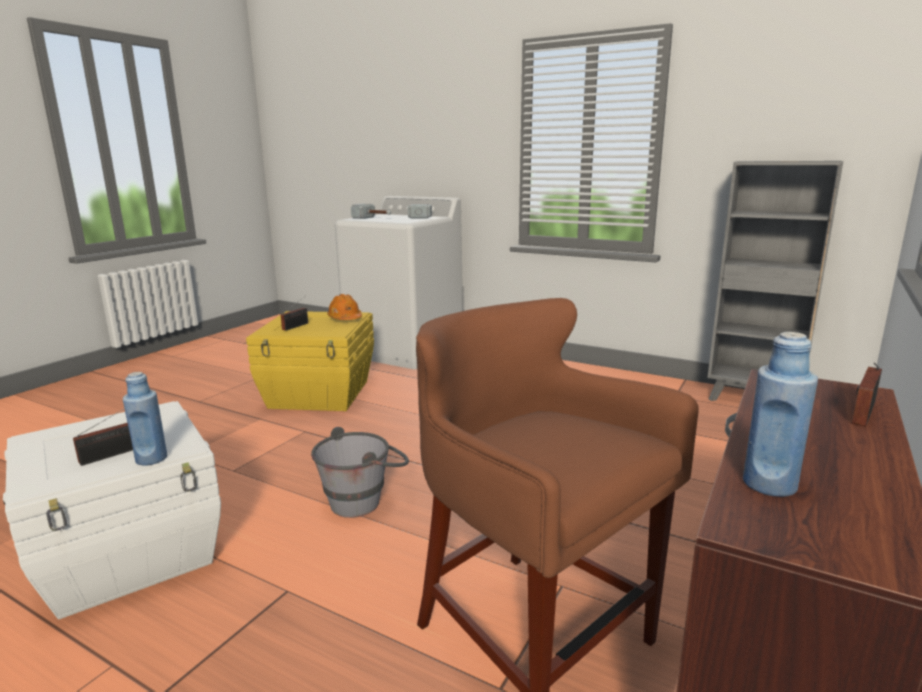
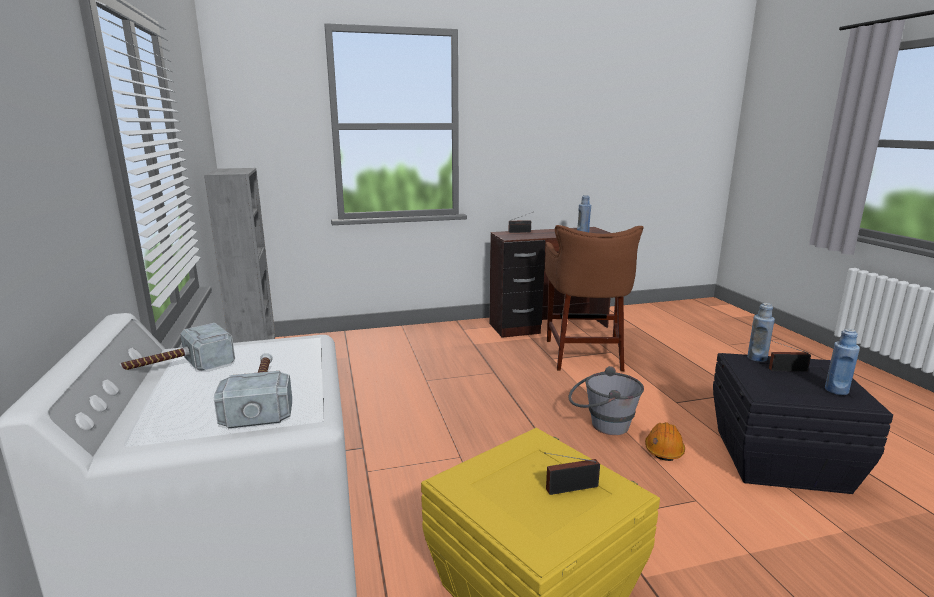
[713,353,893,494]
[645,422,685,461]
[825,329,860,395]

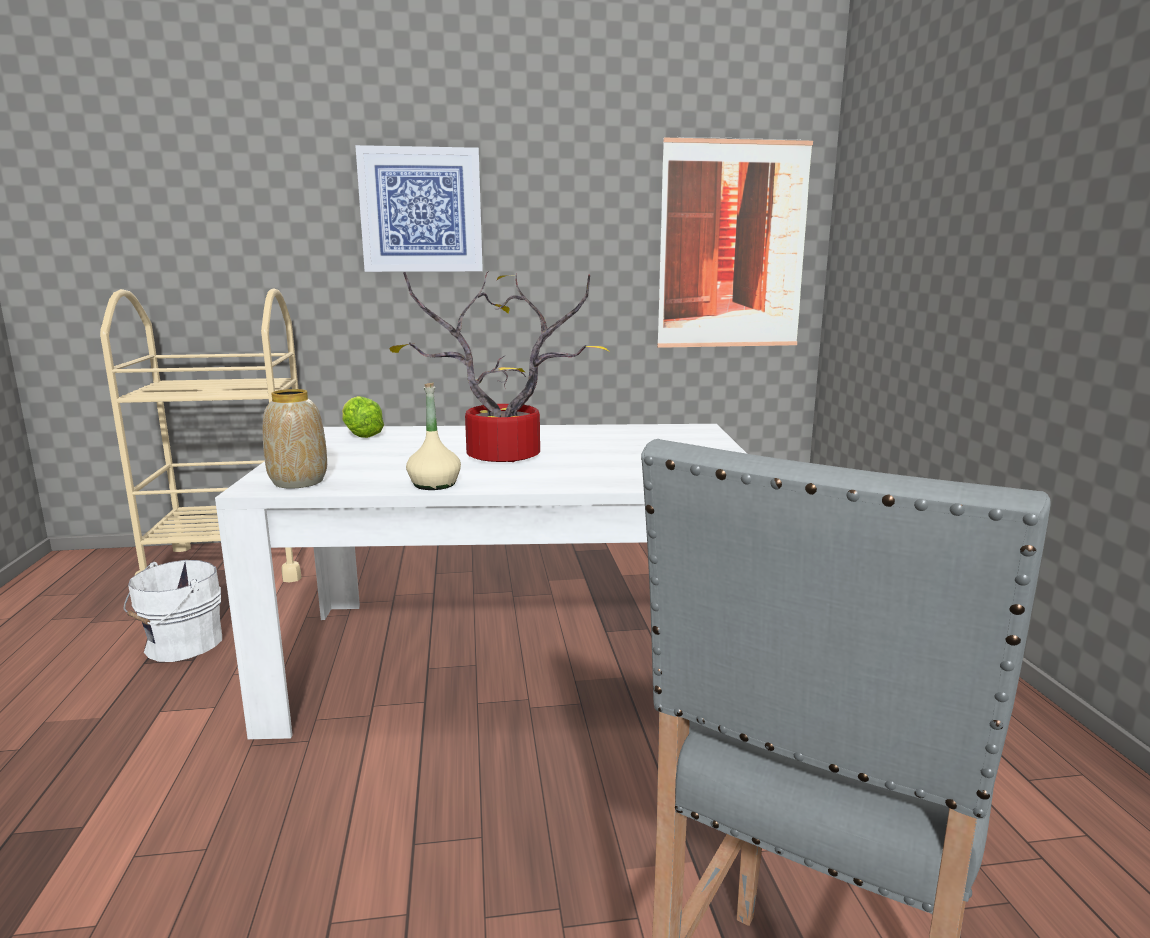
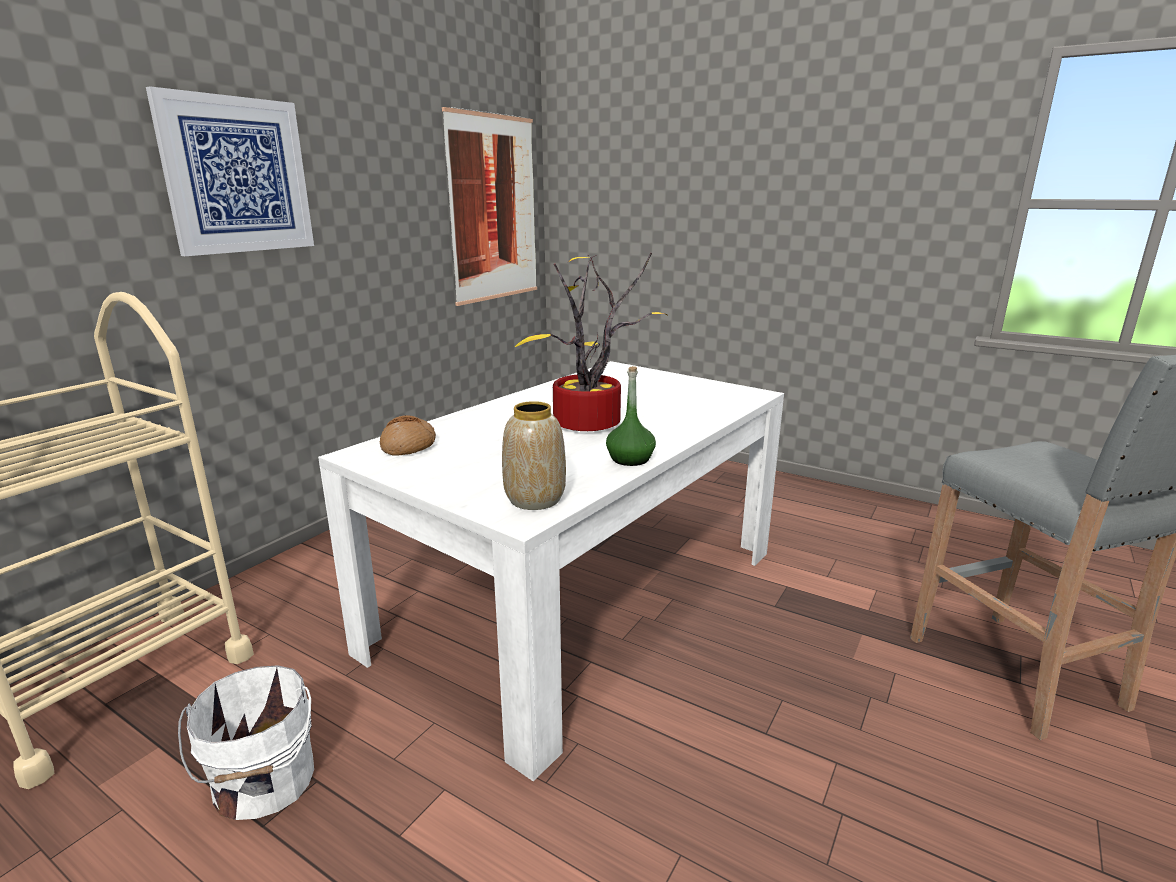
[380,415,436,456]
[606,366,656,466]

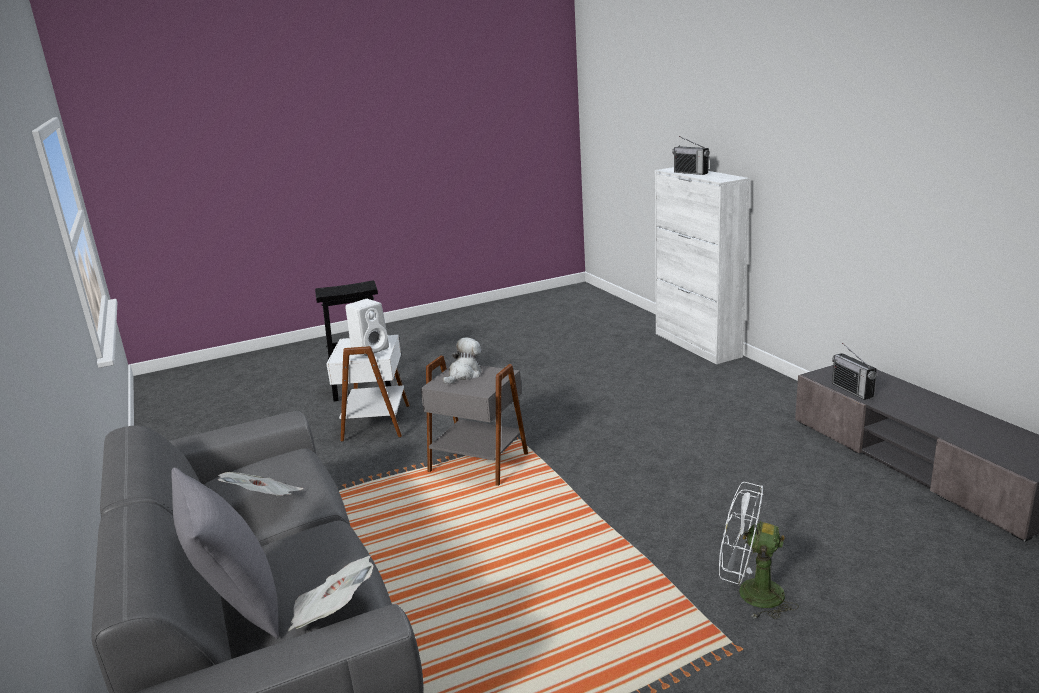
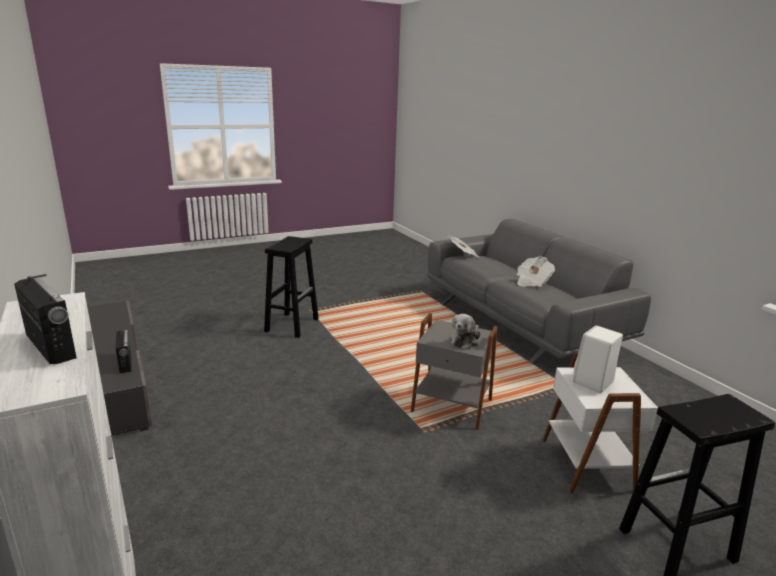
[171,468,279,639] (first image)
[264,236,319,338]

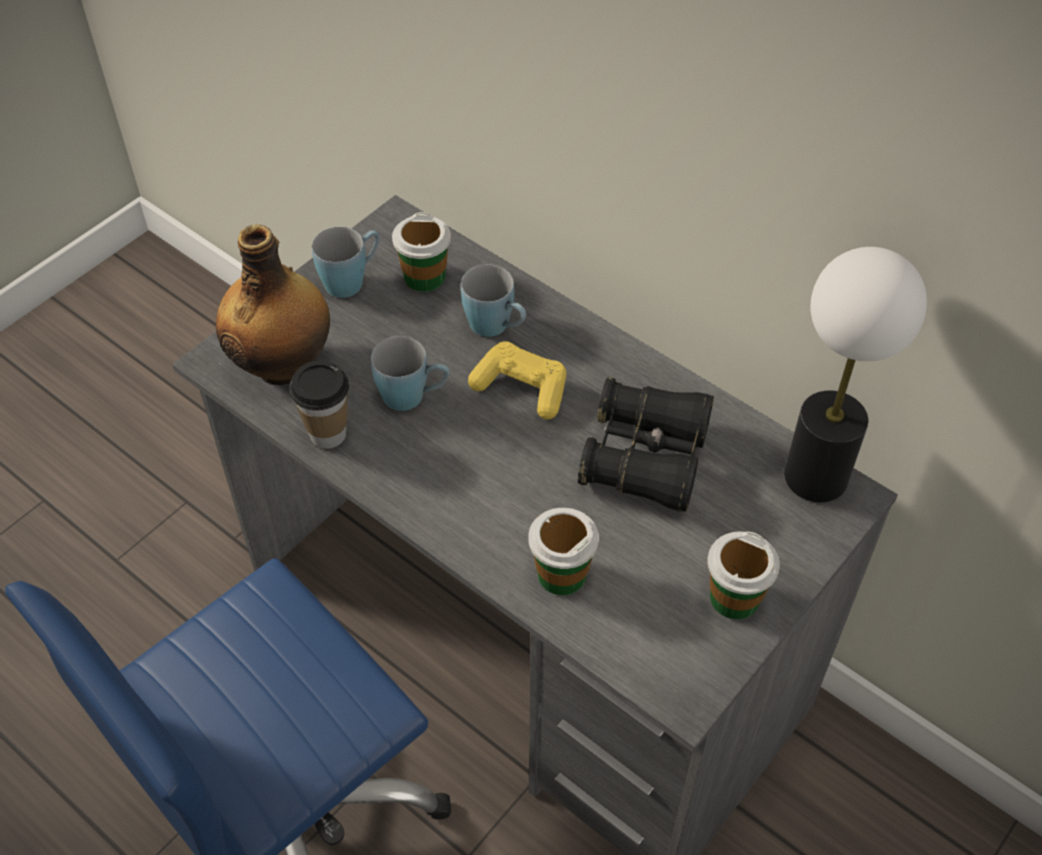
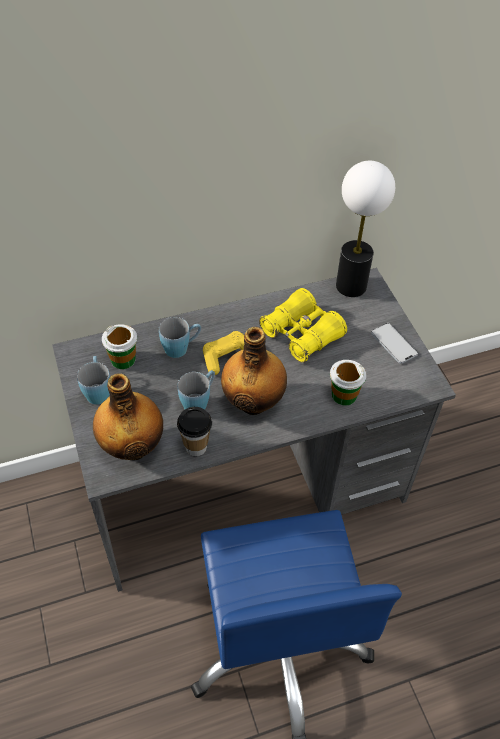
[259,288,347,363]
[371,323,418,364]
[221,327,287,415]

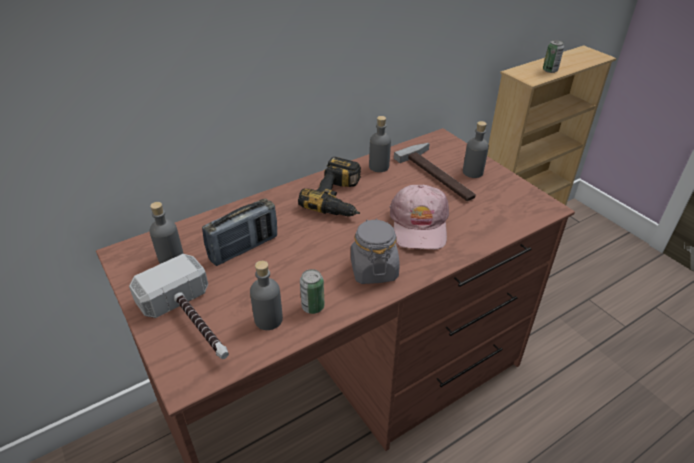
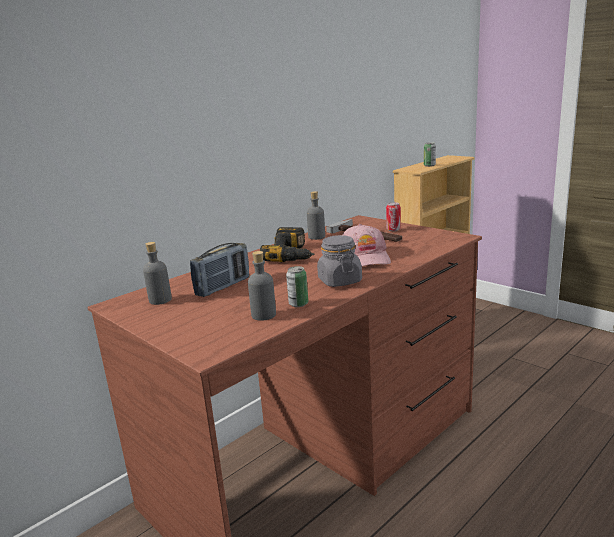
[129,254,229,359] (first image)
[386,202,401,231]

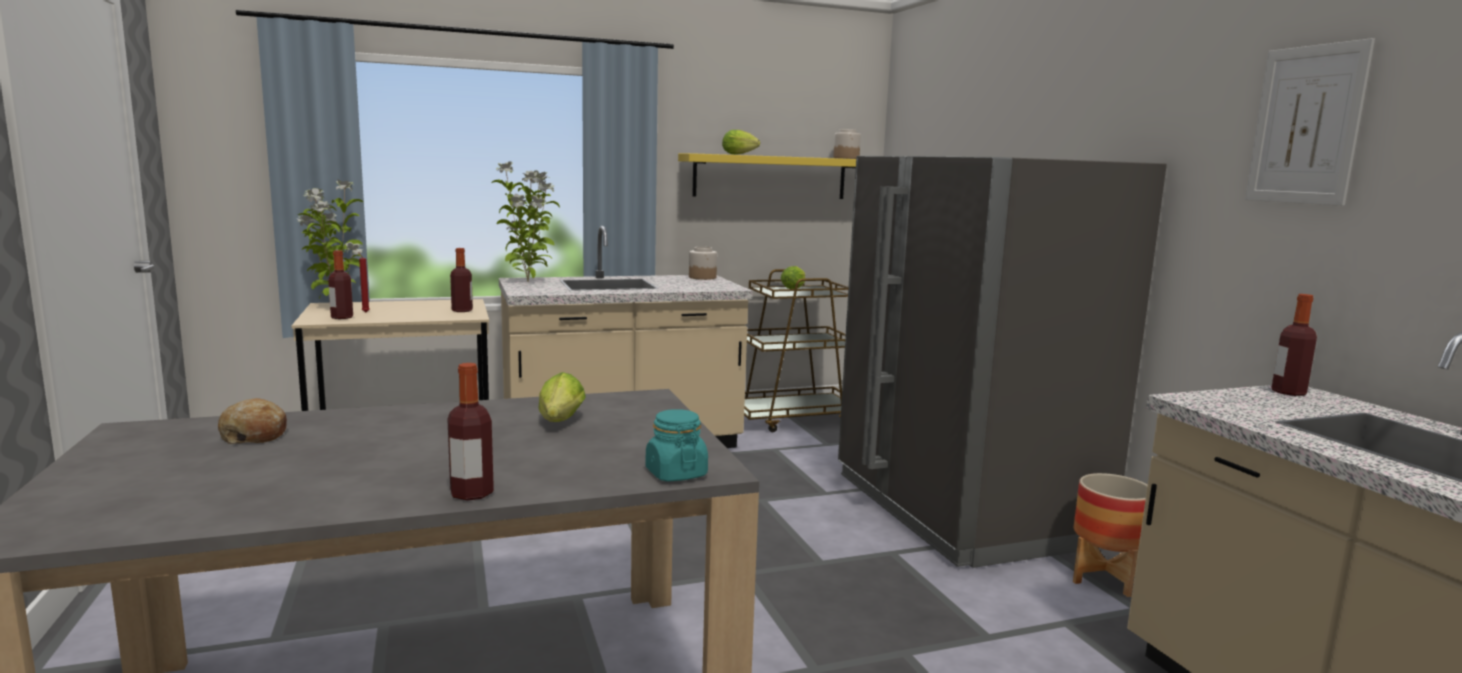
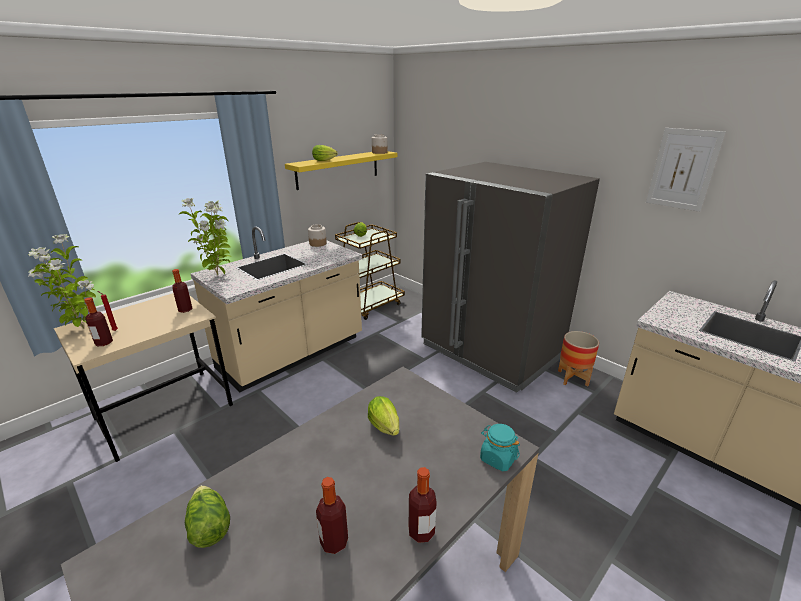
[185,485,230,548]
[316,477,348,554]

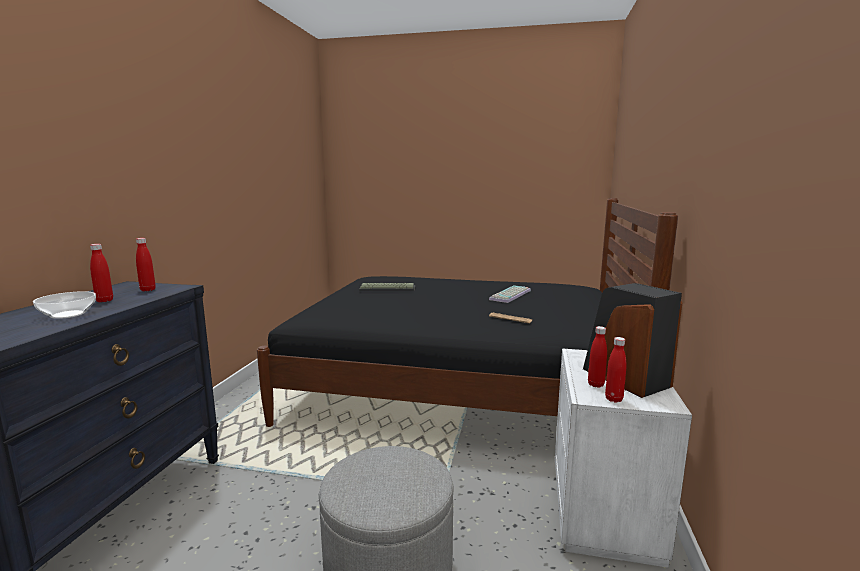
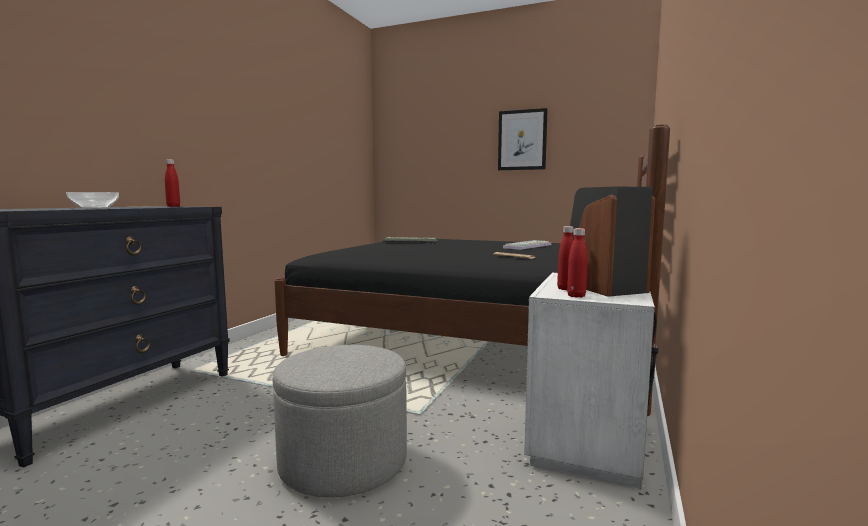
[90,244,113,302] (first image)
[498,108,548,170]

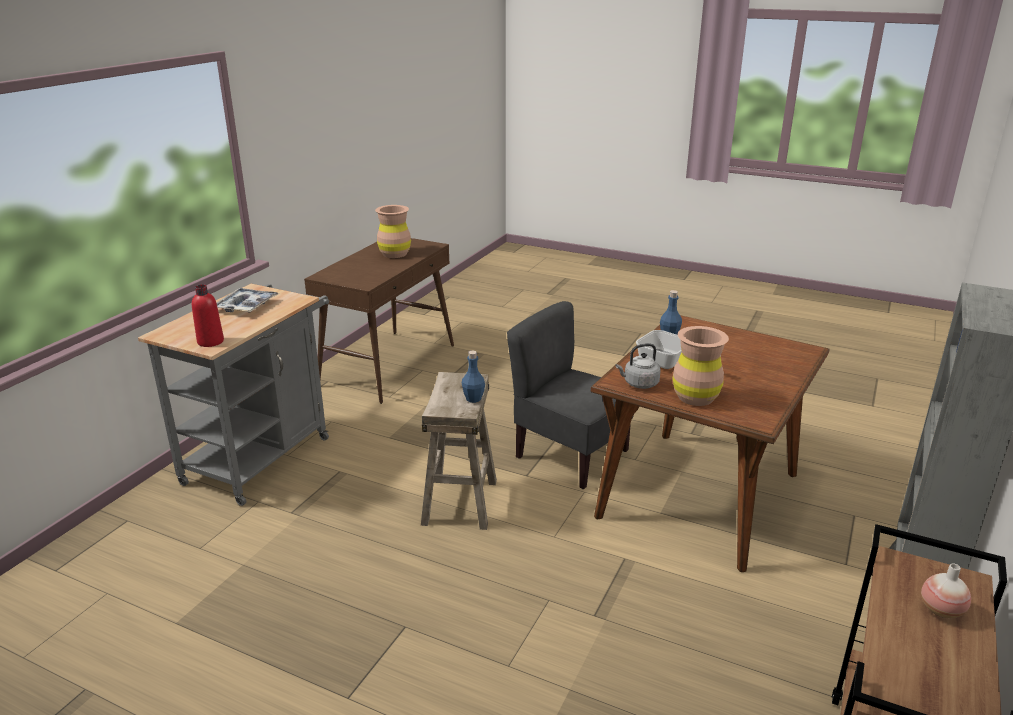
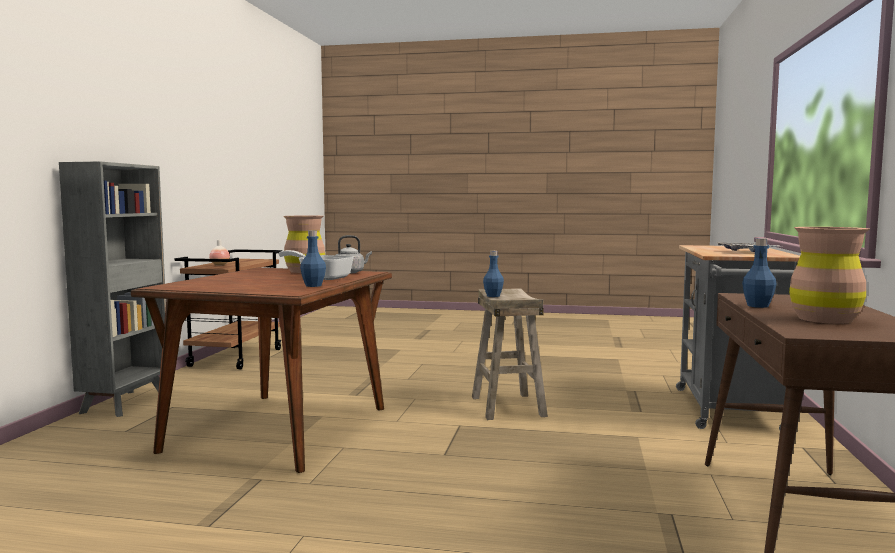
[192,284,224,347] (first image)
[507,301,634,489] (first image)
[742,238,777,308]

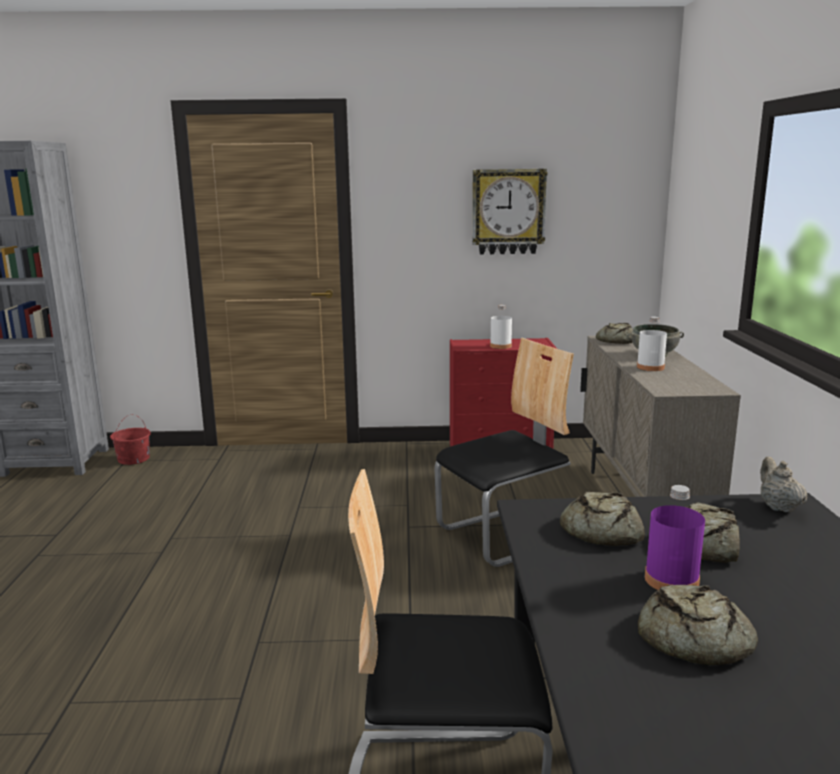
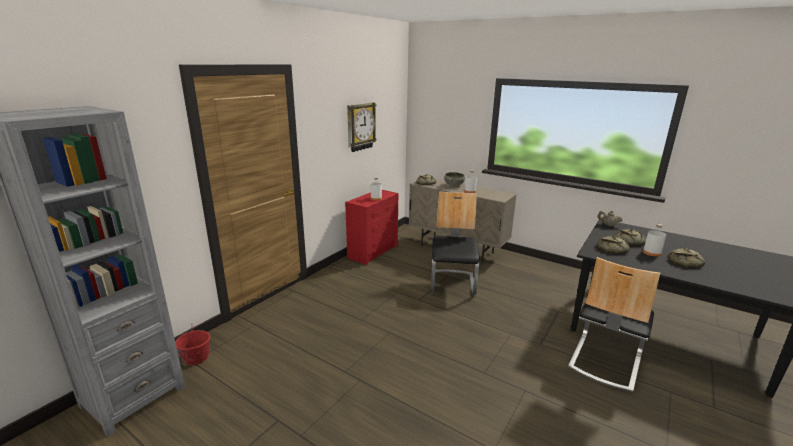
[643,224,666,257]

